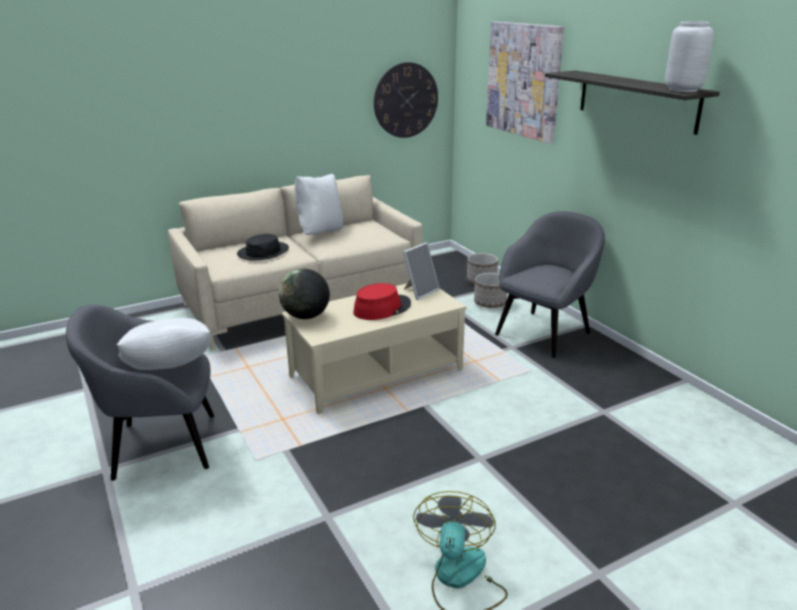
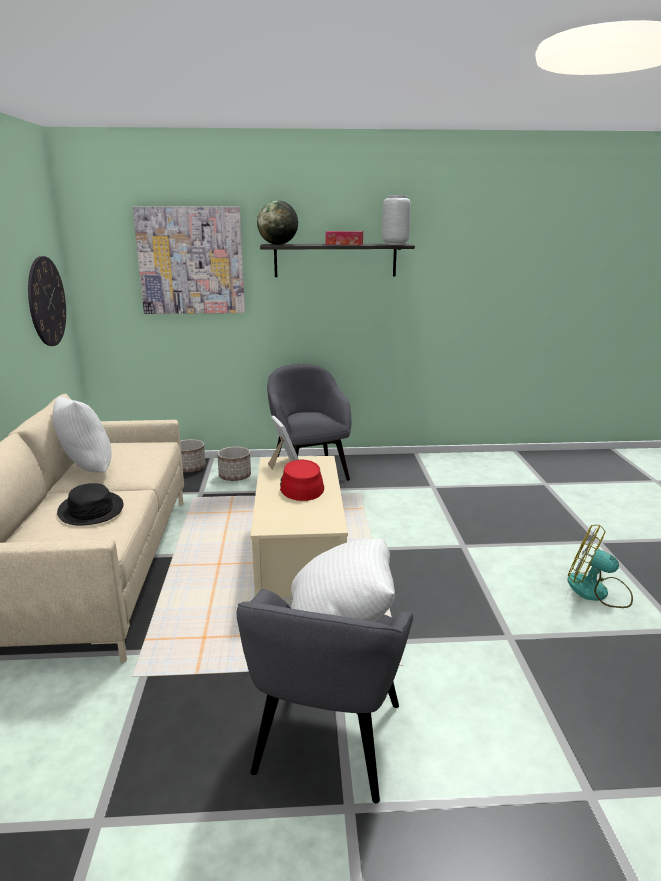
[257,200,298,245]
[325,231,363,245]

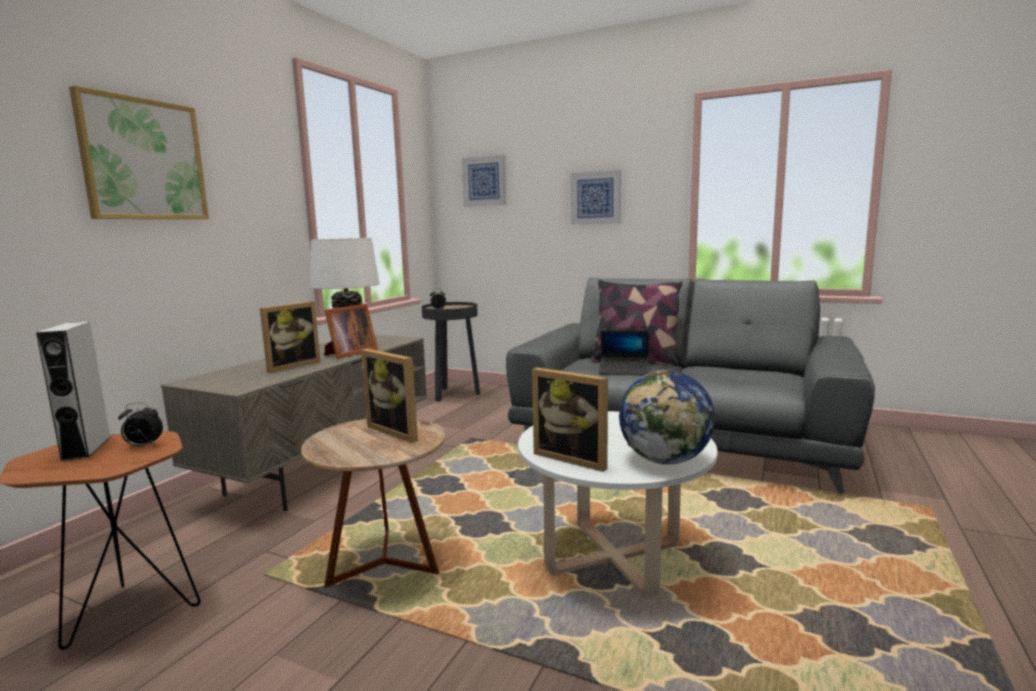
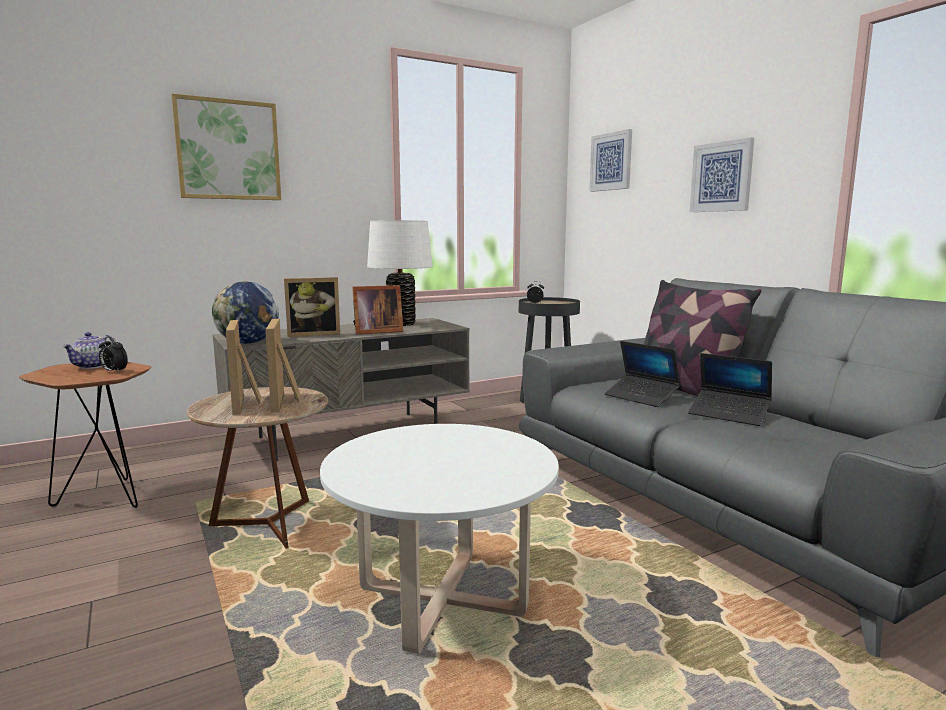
[62,332,115,369]
[226,320,261,415]
[212,281,279,344]
[688,353,772,426]

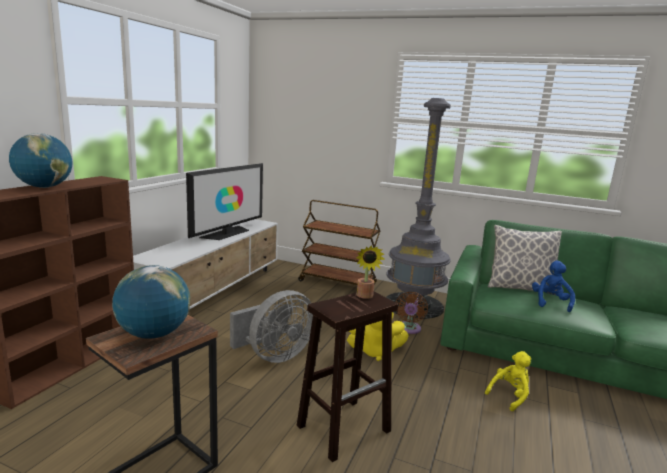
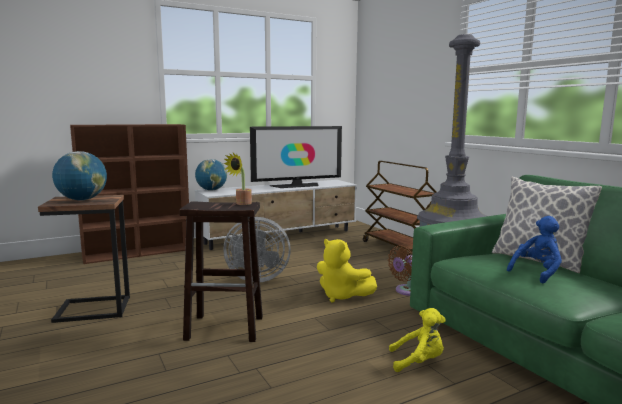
[195,159,227,191]

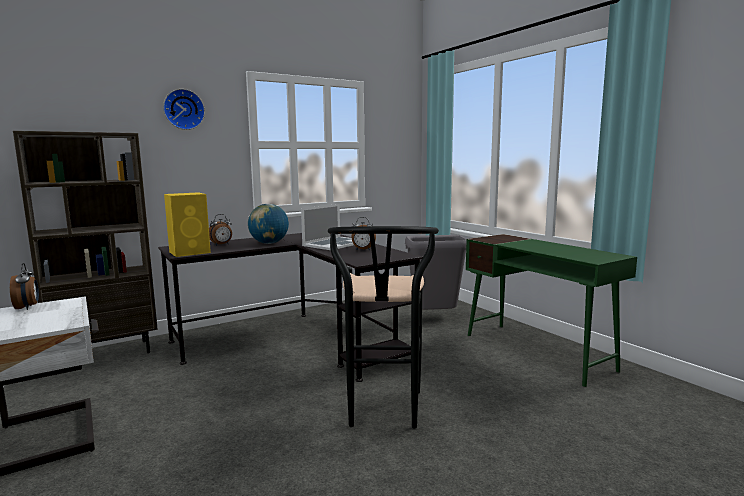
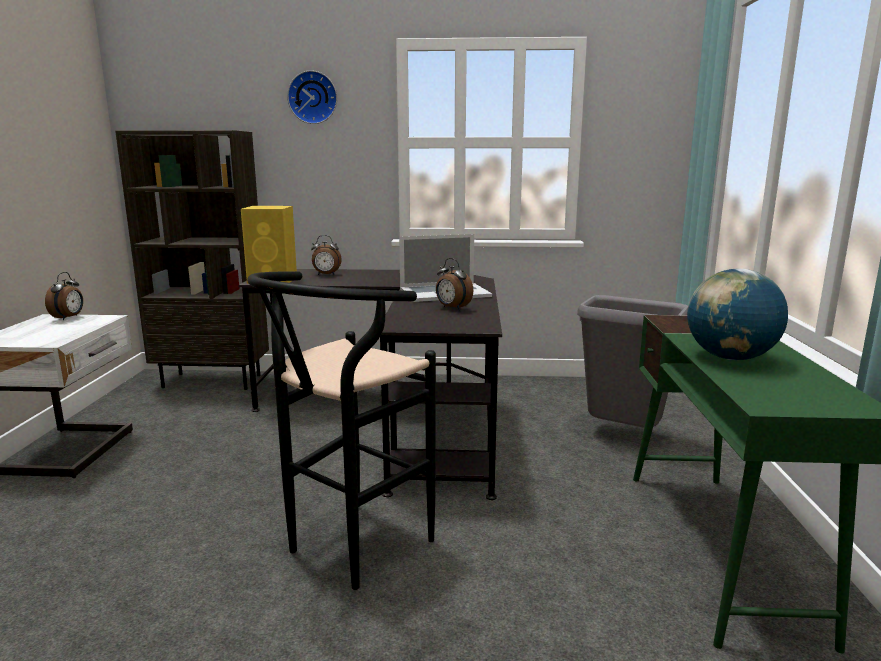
[687,269,788,360]

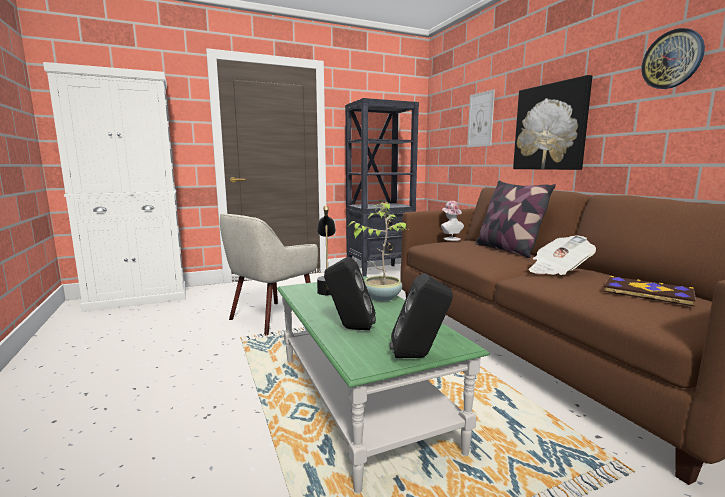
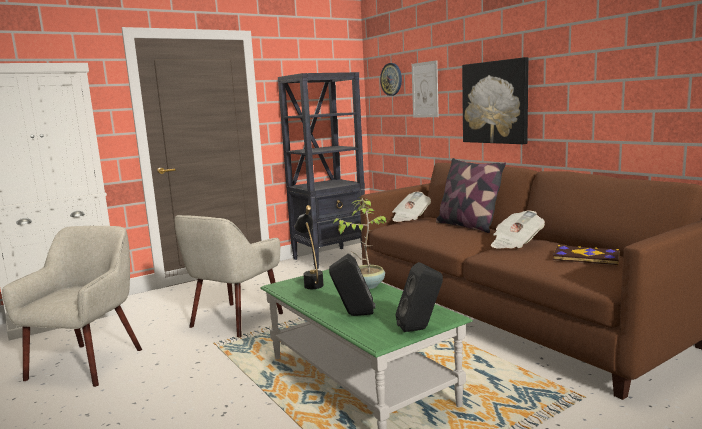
[392,191,431,222]
[380,63,402,96]
[2,226,142,387]

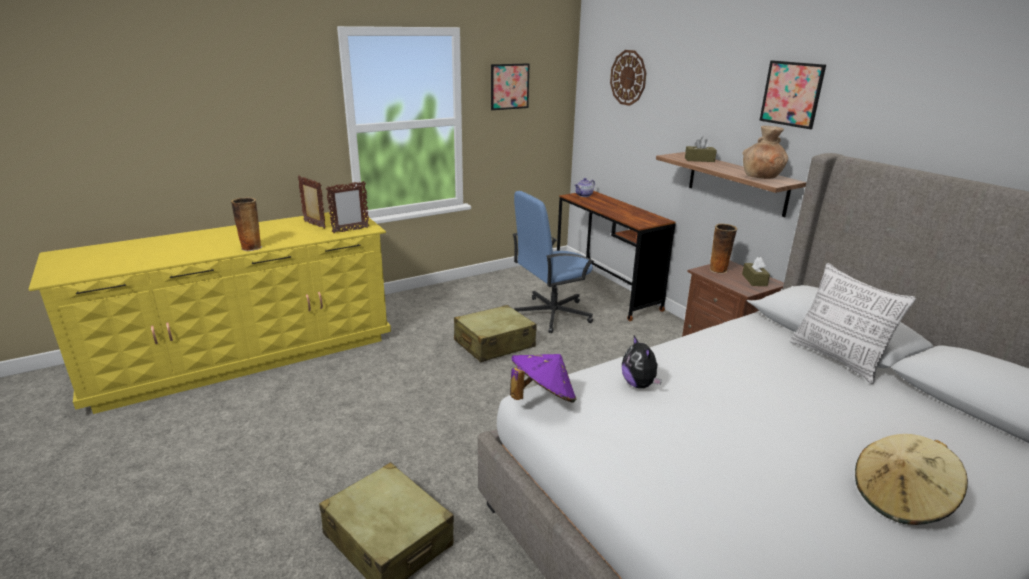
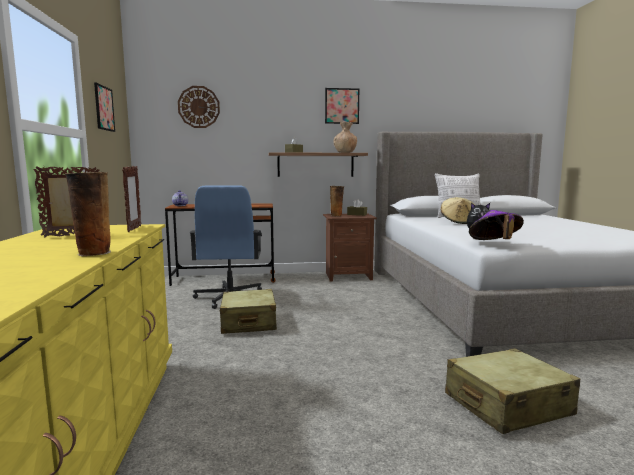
[440,197,476,224]

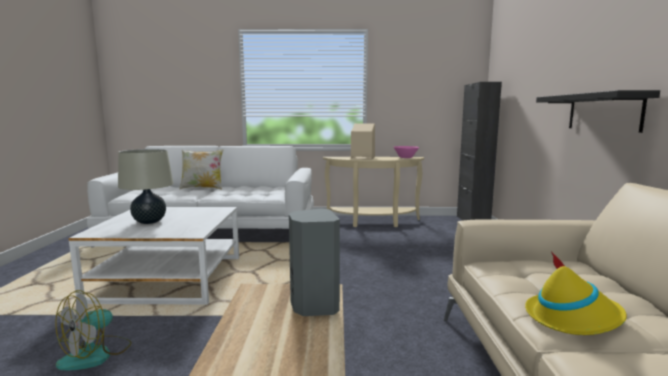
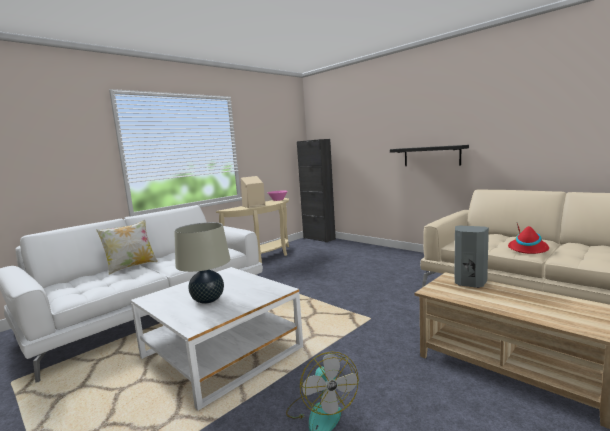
[508,223,549,254]

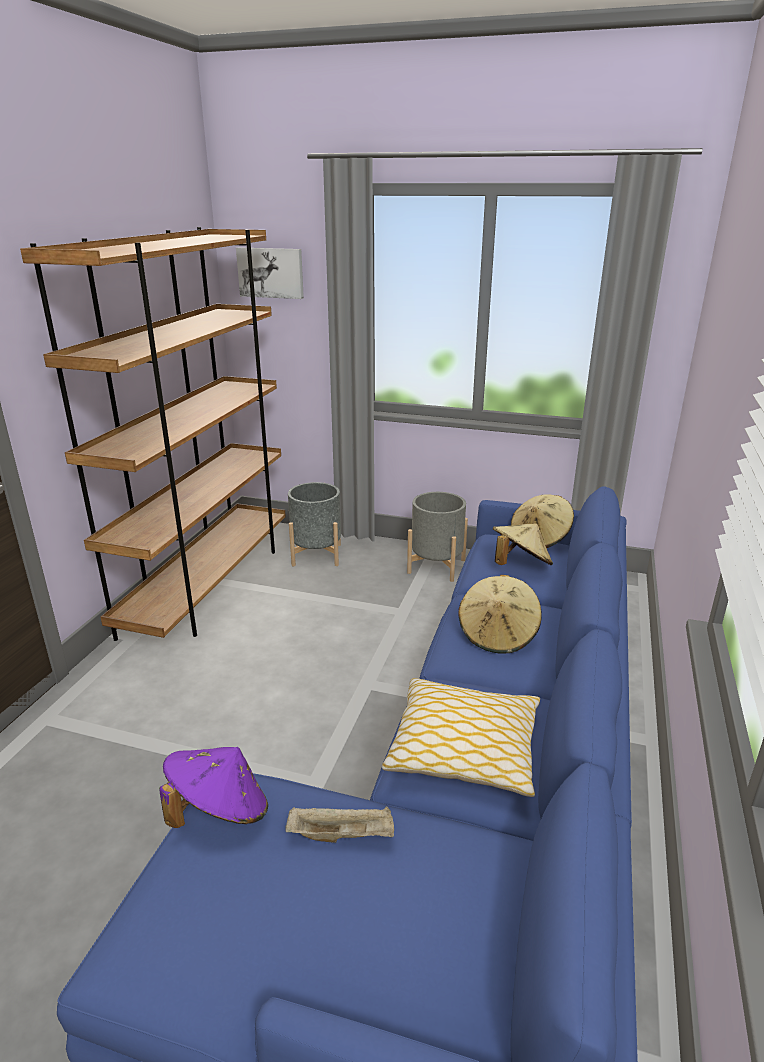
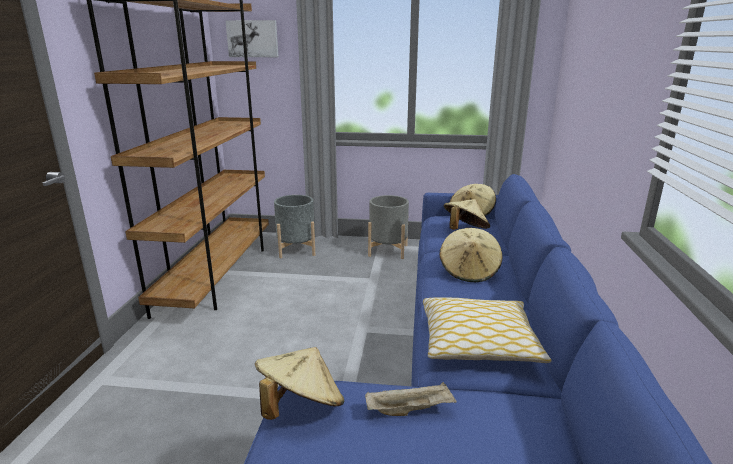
[255,347,344,420]

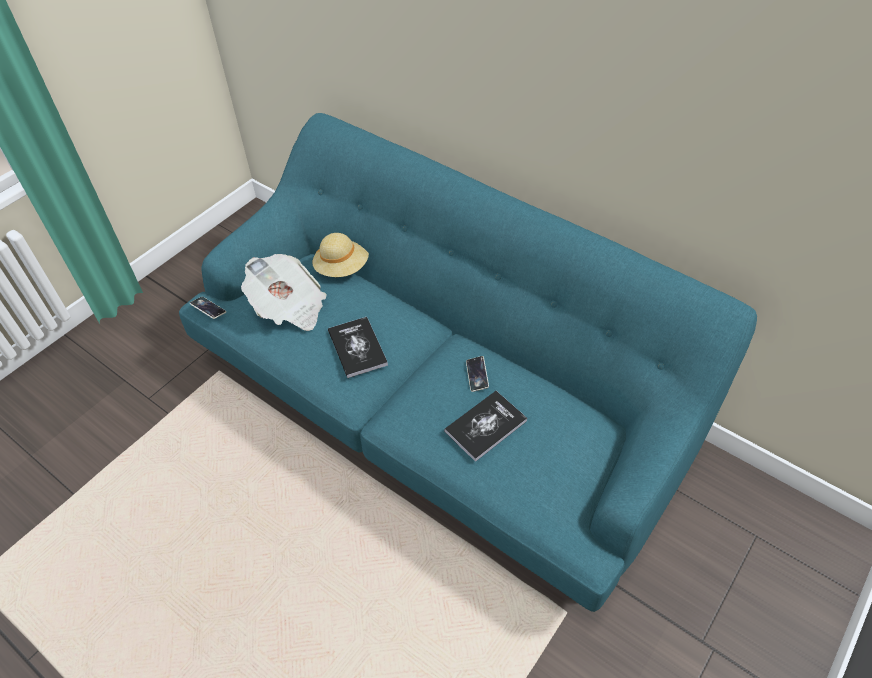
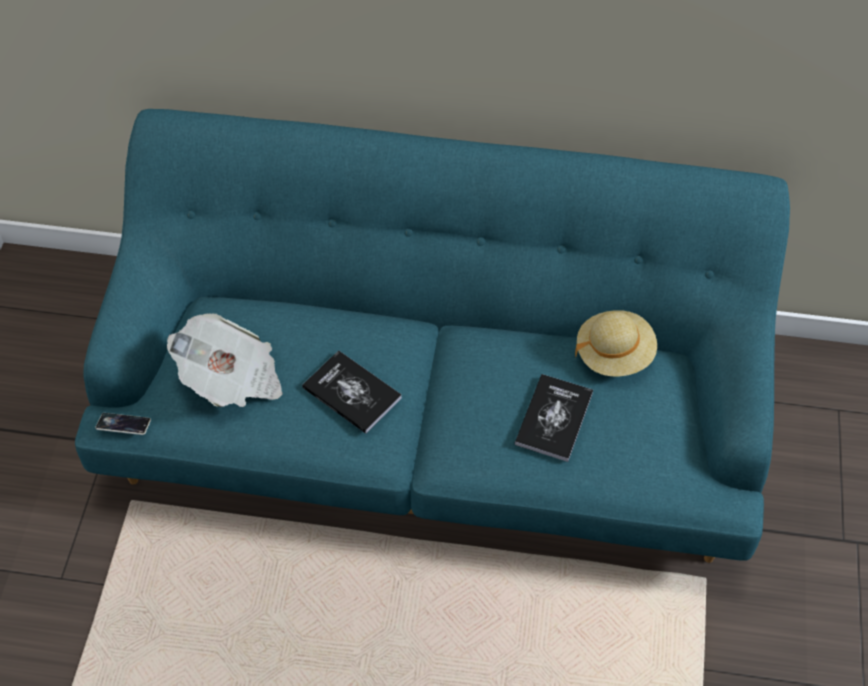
[575,310,657,376]
[466,356,489,392] (first image)

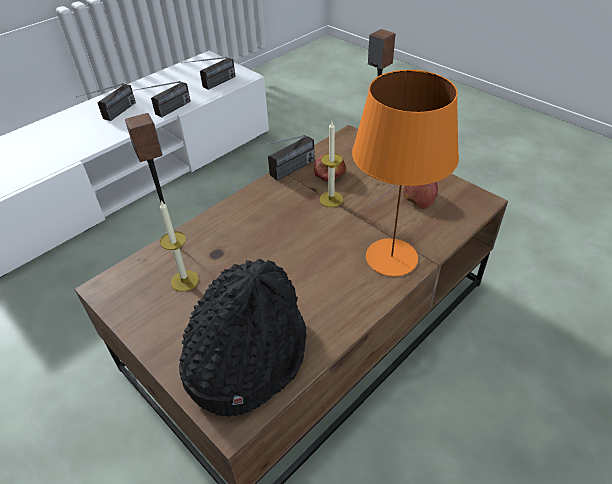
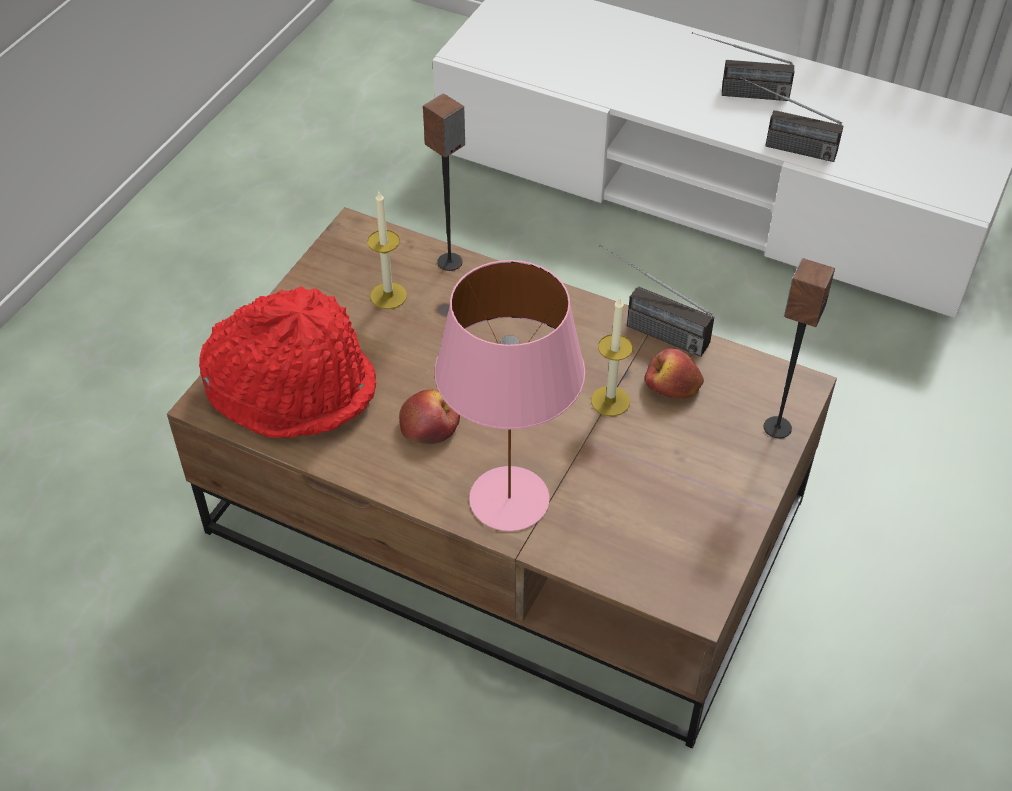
[199,286,376,438]
[183,57,235,90] (first image)
[434,260,585,531]
[399,390,460,444]

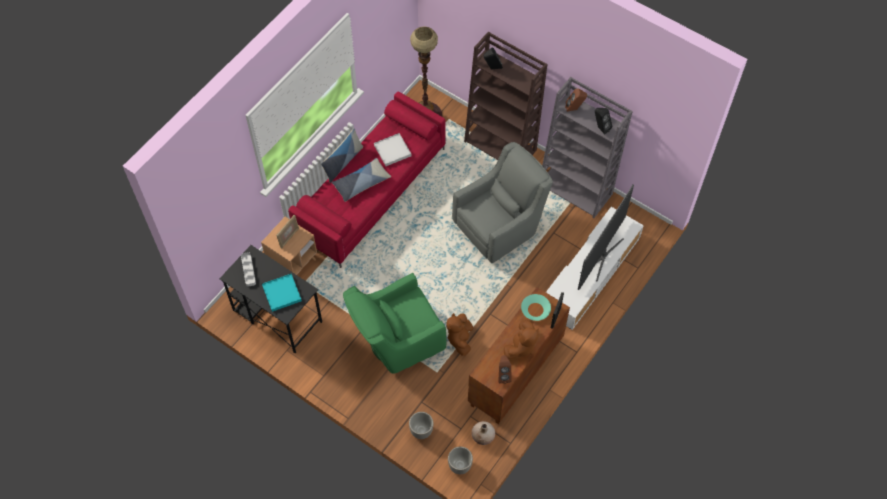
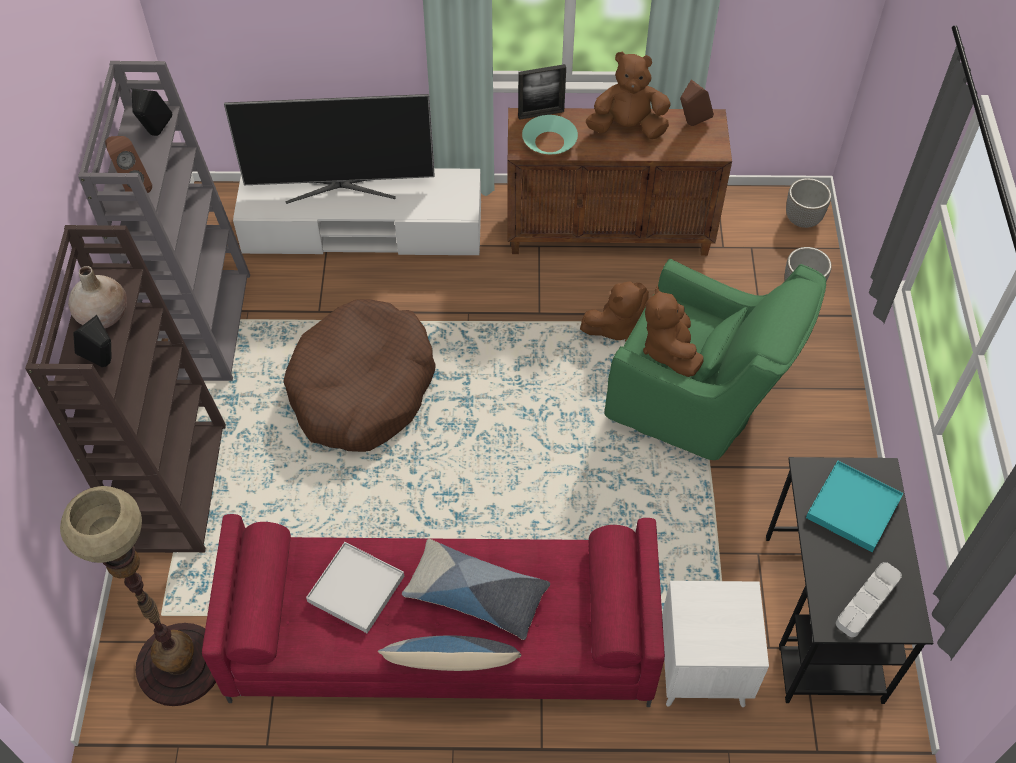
[662,581,769,707]
[276,215,299,249] (first image)
[284,299,436,452]
[68,266,127,328]
[643,286,704,377]

